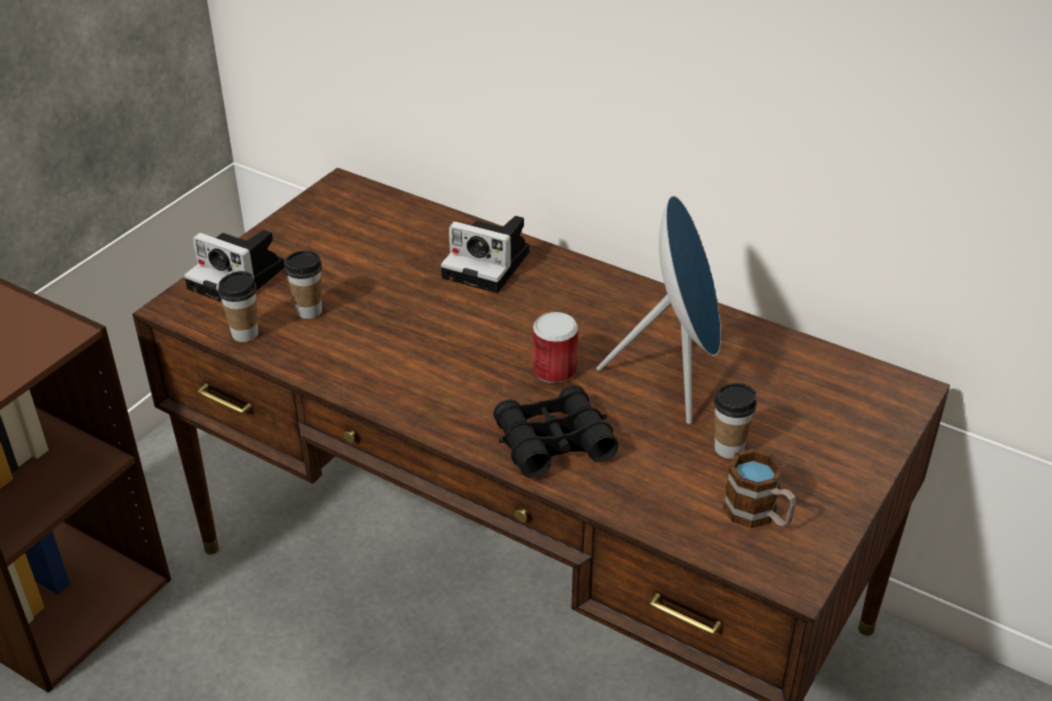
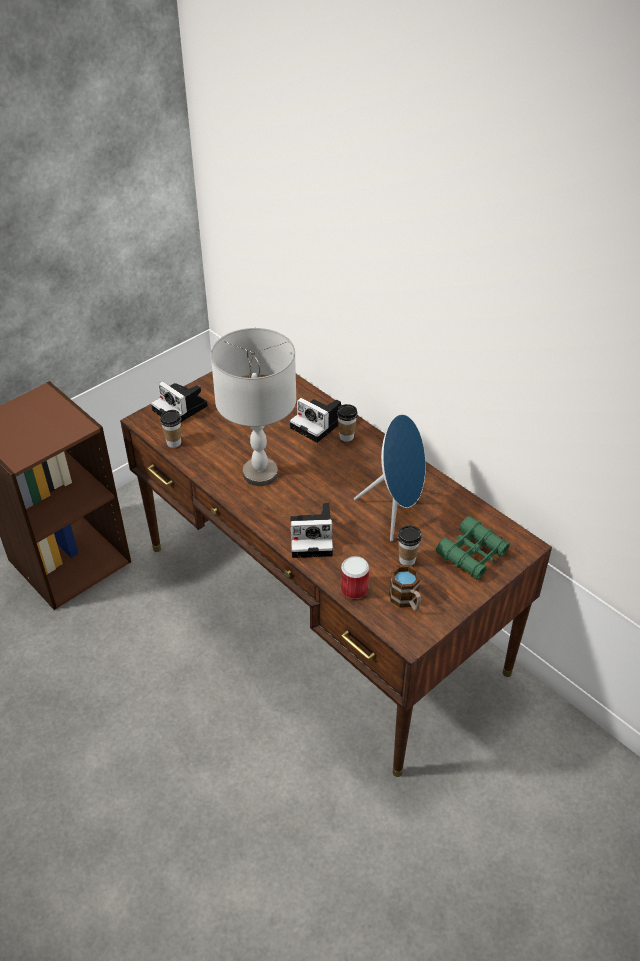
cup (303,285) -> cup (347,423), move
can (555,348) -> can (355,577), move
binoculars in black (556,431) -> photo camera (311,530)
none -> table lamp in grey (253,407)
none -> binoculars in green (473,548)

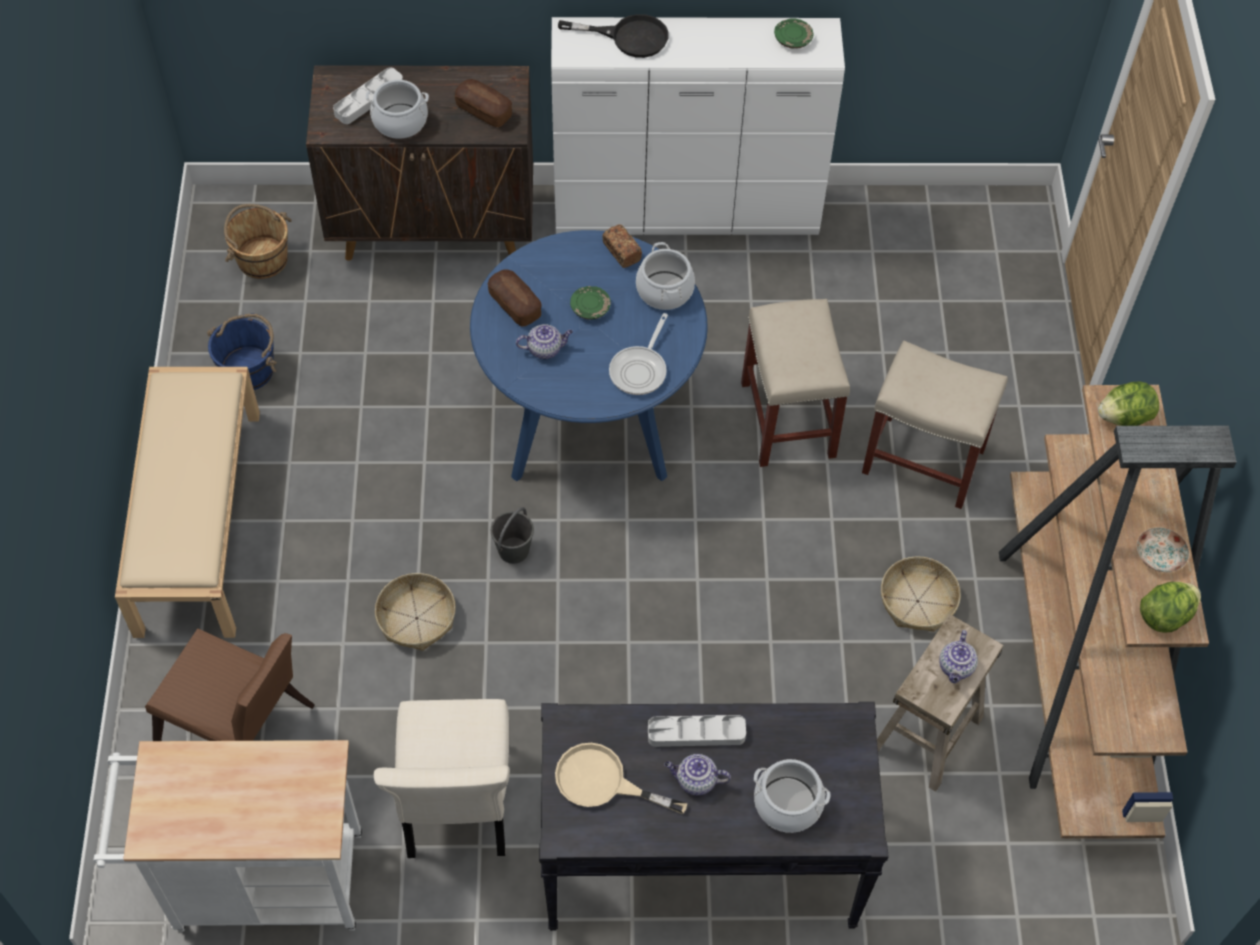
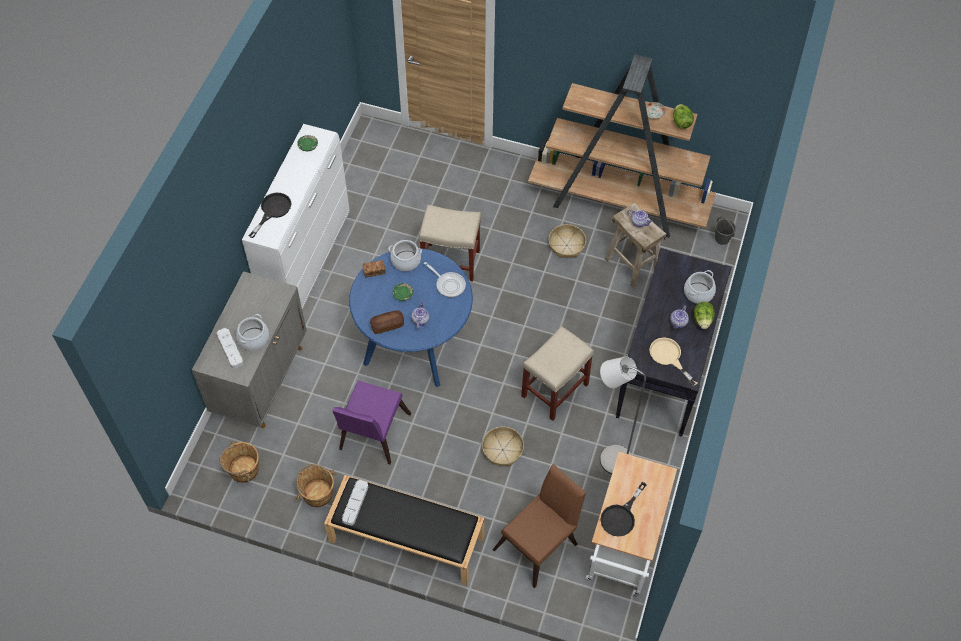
cabinet in brown (419,163) -> cabinet in grey (249,349)
bread (483,103) -> none
bucket in blue (242,352) -> bucket in brown (316,485)
stool in beige (935,425) -> stool in beige (557,373), move
bench in beige (187,502) -> bench in black (404,530)
lettuce (1128,403) -> lettuce (704,315), move
bucket in grey (512,535) -> bucket in grey (725,231), move
chair in beige (442,778) -> floor lamp in grey (623,415)
tray in grey (697,731) -> tray in grey (355,502), move
frying pan in beige (621,778) -> frying pan in beige (673,361), 105 degrees clockwise
none -> chair in purple (371,422)
none -> frying pan in black (623,509)

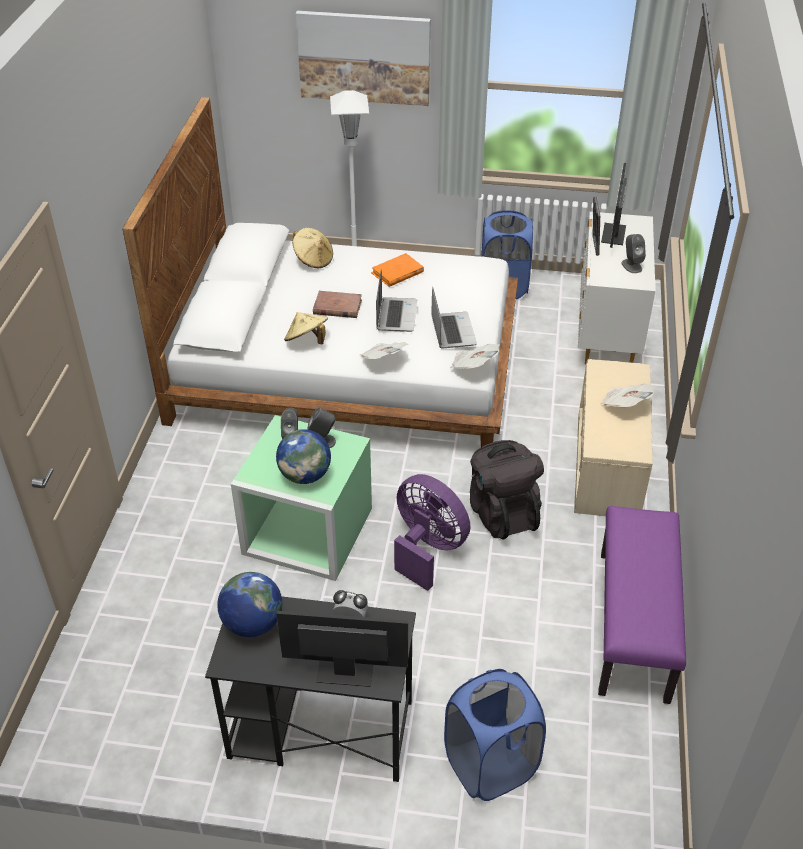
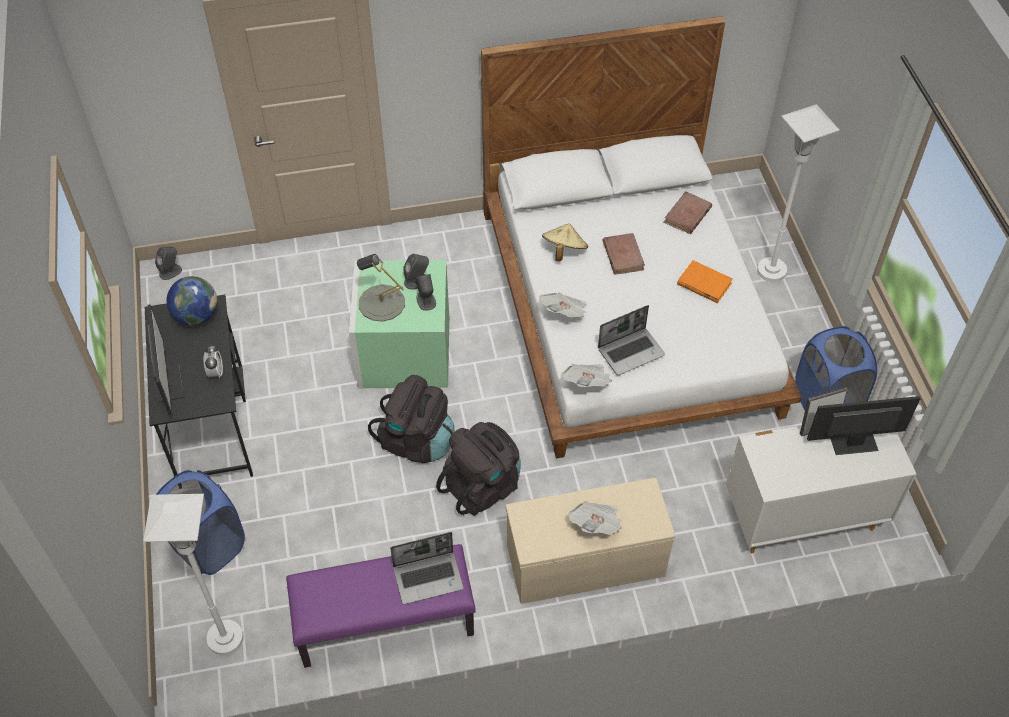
picture (363,58) -> none
hat in beige (313,248) -> book in brown (688,212)
speaker in grey (633,253) -> speaker in grey (168,263), move
laptop (396,301) -> laptop (427,568), move
globe (303,456) -> table lamp in grey (381,288)
fan in purple (432,532) -> backpack in black (411,419)
none -> floor lamp in white (193,574)

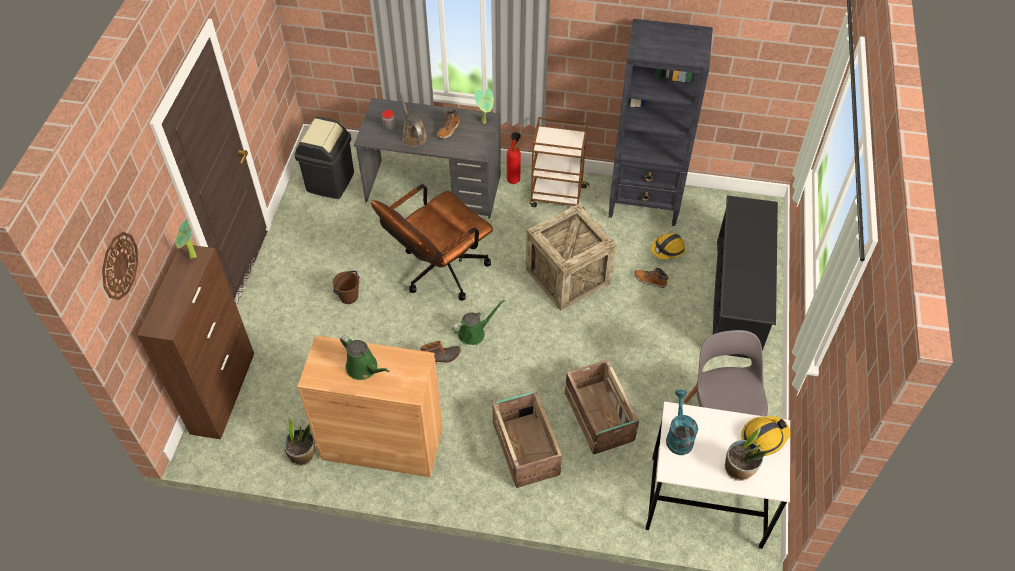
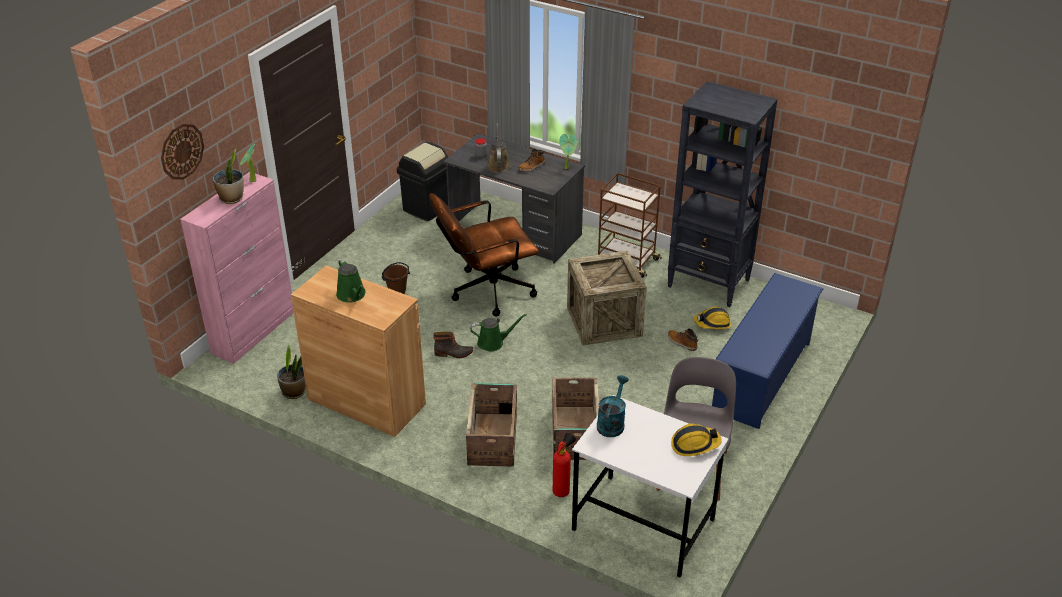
fire extinguisher (514,158) -> fire extinguisher (564,465), move
shoe rack in black (745,276) -> shoe rack in blue (767,351)
cabinet in brown (195,341) -> cabinet in pink (237,268)
potted plant (746,454) -> potted plant (228,176), move

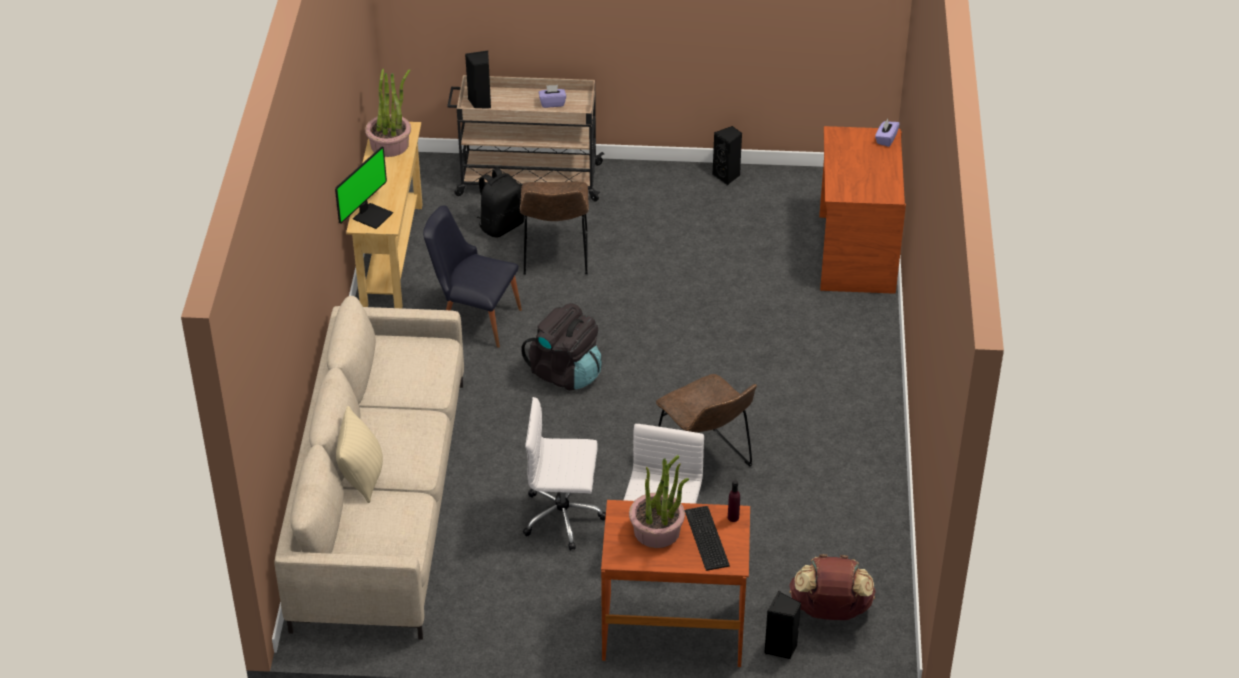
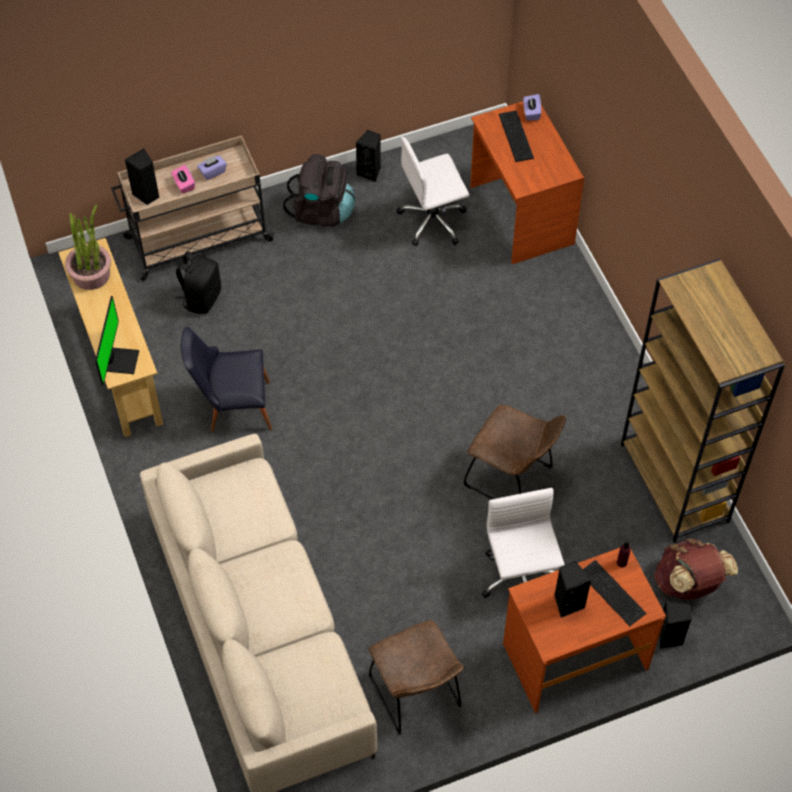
chair in brown (554,228) -> chair in brown (416,677), move
backpack in black (561,346) -> backpack in black (319,190), move
office chair in white (564,474) -> office chair in white (433,191), move
pillow in beige (359,454) -> none
potted plant (659,501) -> speaker in black (572,589)
none -> keyboard (516,136)
none -> tissue box in pink (183,179)
none -> bookcase in brown (703,400)

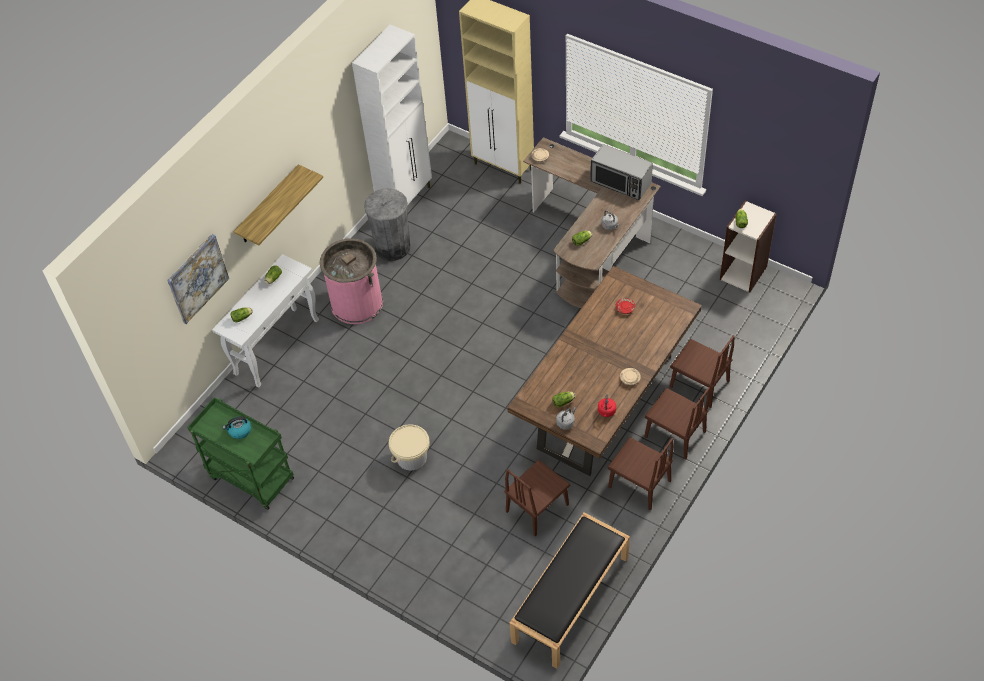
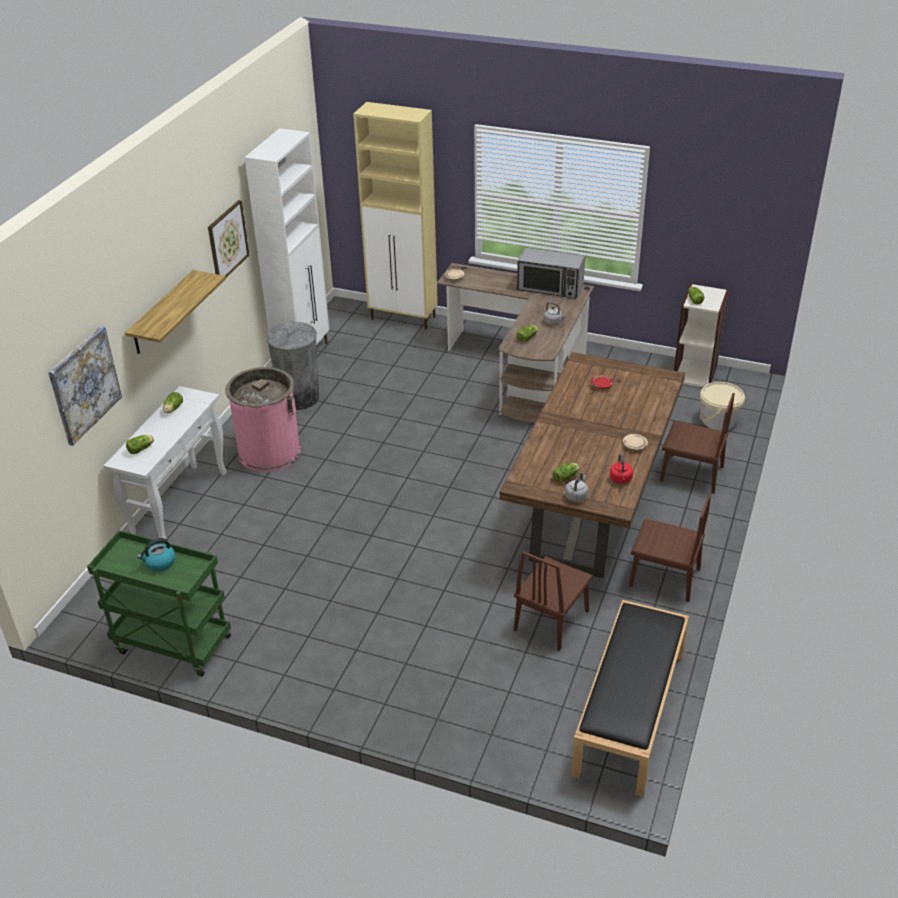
chair in brown (677,423) -> none
bucket in beige (409,447) -> bucket in beige (722,406), move
none -> picture (228,239)

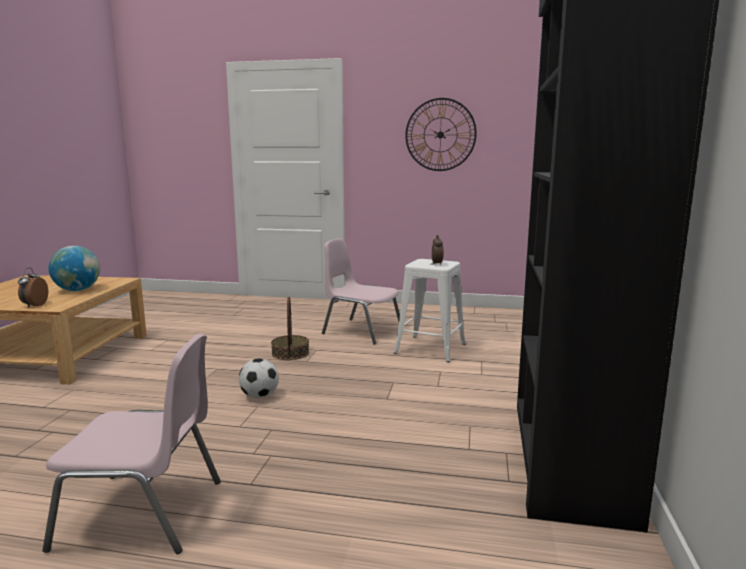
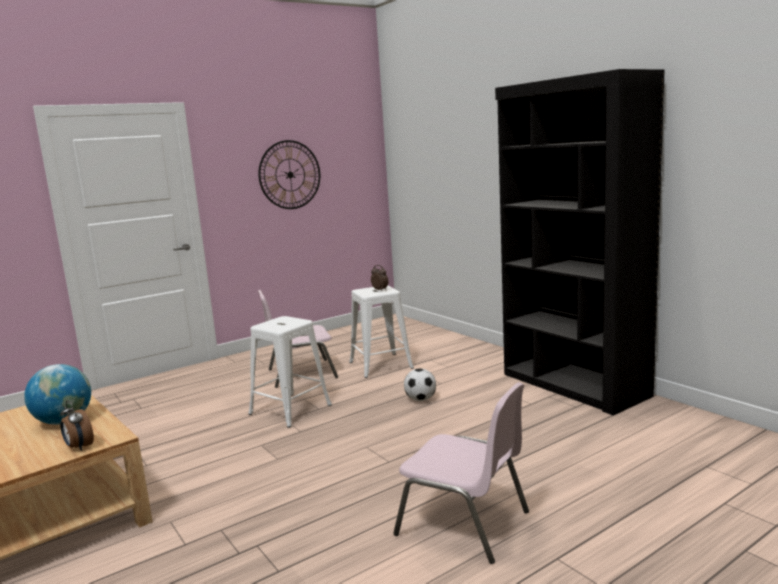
basket (290,328) -> stool in white (290,372)
chair in pink (131,444) -> chair in pink (461,473), 75 degrees clockwise
football (259,378) -> football (420,384), move

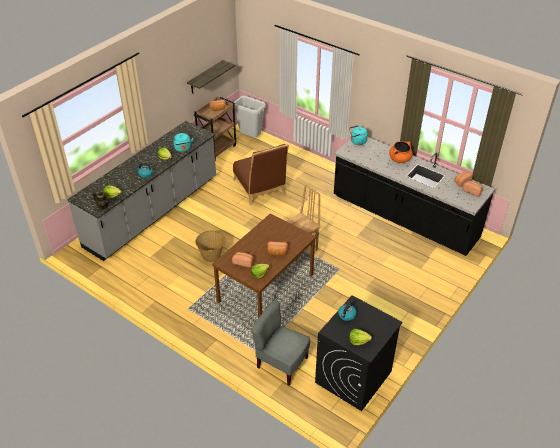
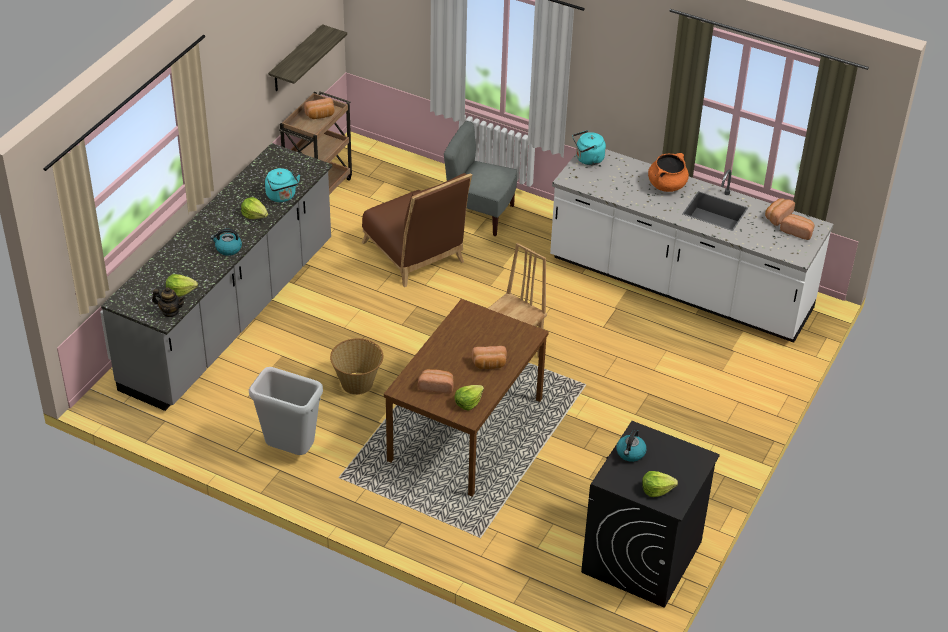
trash can in grey (250,116) -> trash can in grey (286,411), move
counter in black (414,196) -> counter in white (692,246)
chair in grey (280,343) -> chair in grey (480,178), move

